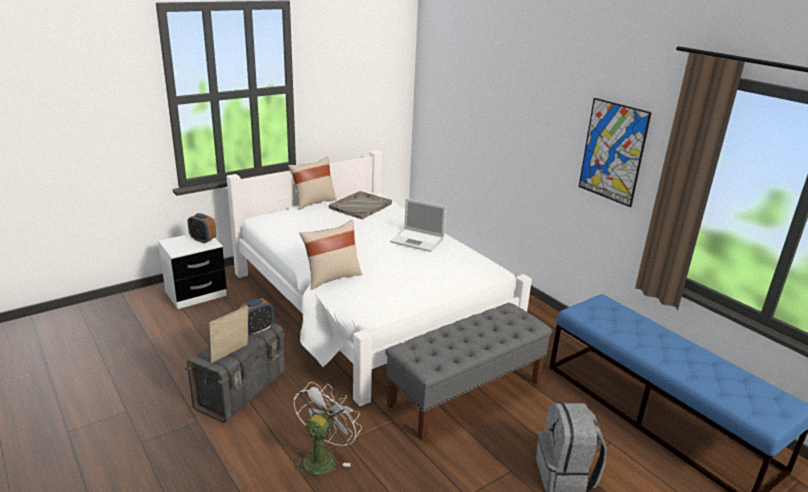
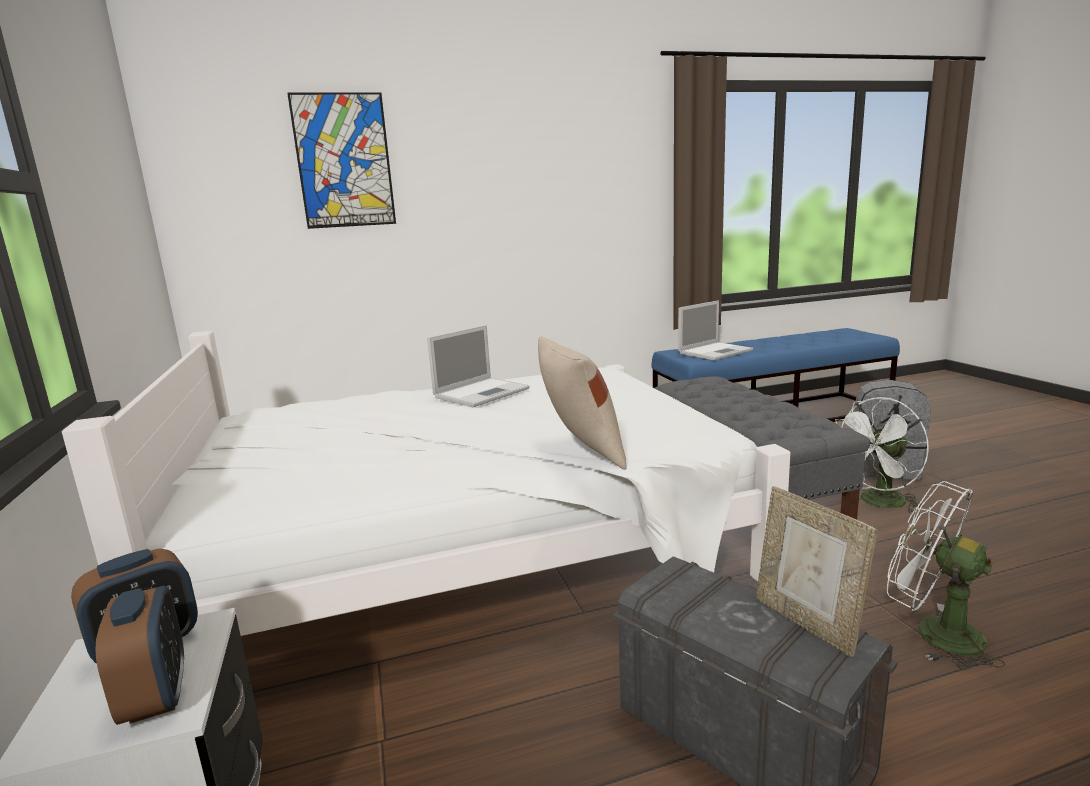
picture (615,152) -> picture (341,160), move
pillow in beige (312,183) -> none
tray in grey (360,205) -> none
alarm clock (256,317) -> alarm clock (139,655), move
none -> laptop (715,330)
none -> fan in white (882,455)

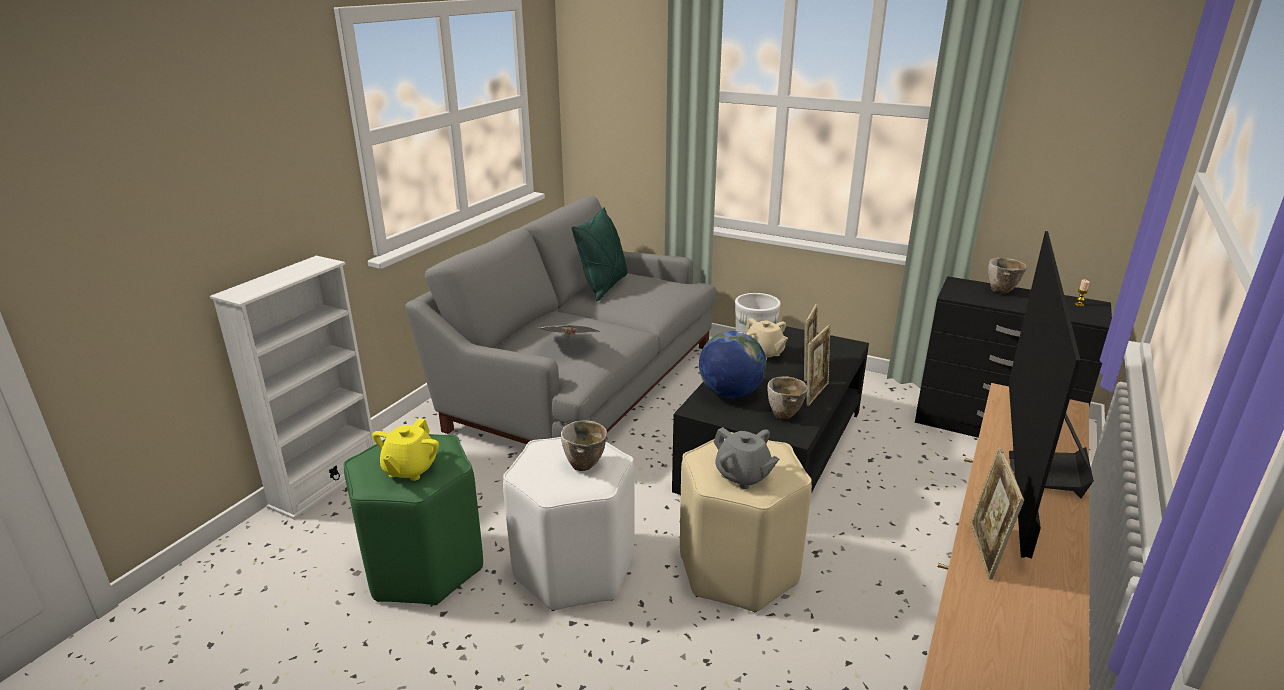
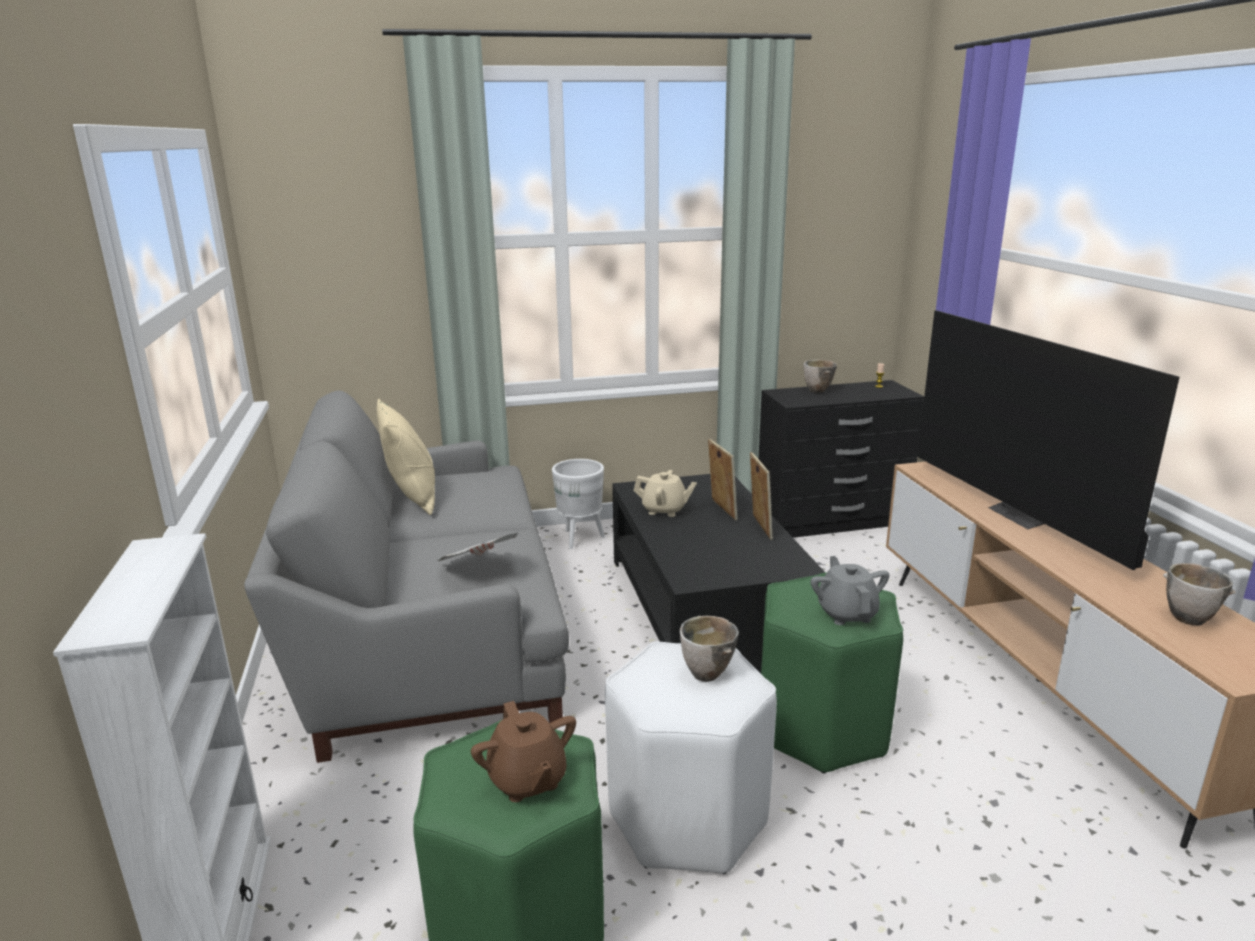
pillow in green (599,254) -> pillow in beige (406,457)
globe (733,364) -> none
bowl (788,398) -> bowl (1199,594), move
teapot in yellow (405,449) -> teapot in brown (523,751)
teapot in grey (747,458) -> teapot in grey (850,590), 105 degrees counterclockwise
stool in beige (746,522) -> stool in green (832,673)
picture frame (997,513) -> none

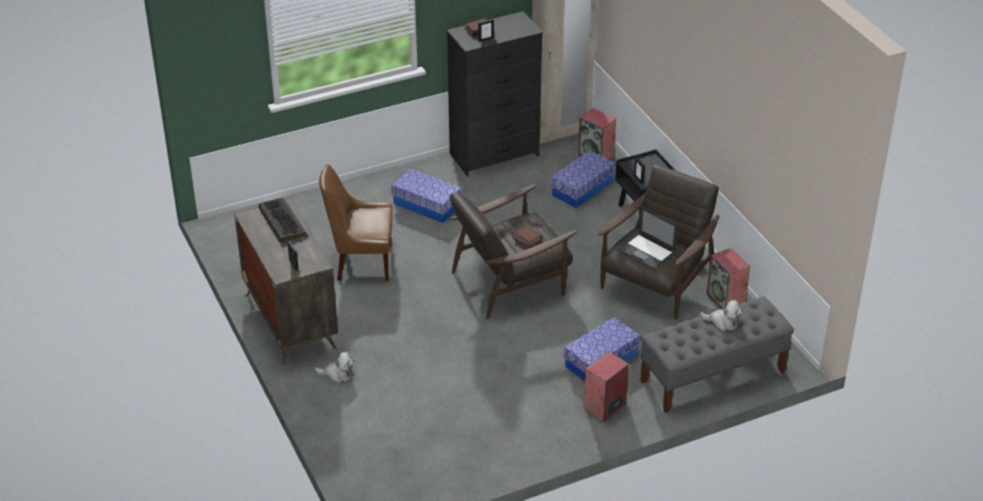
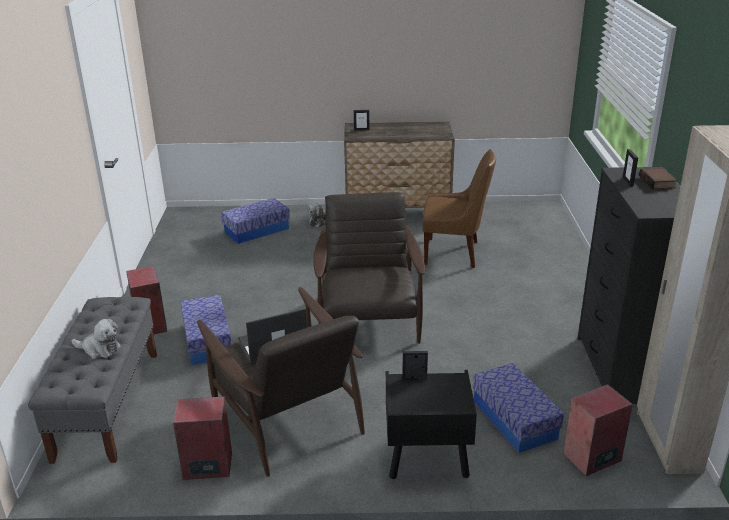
chair in brown (355,222) -> chair in brown (459,208), 75 degrees clockwise
storage box (426,195) -> storage box (255,221), move
keyboard (282,220) -> none
book (527,236) -> none
plush toy (721,315) -> plush toy (96,339), 120 degrees counterclockwise

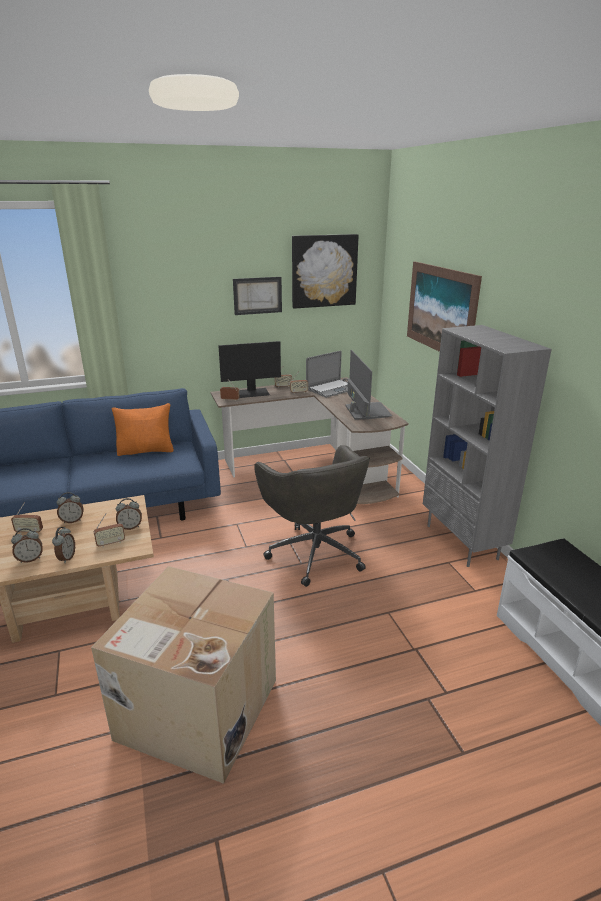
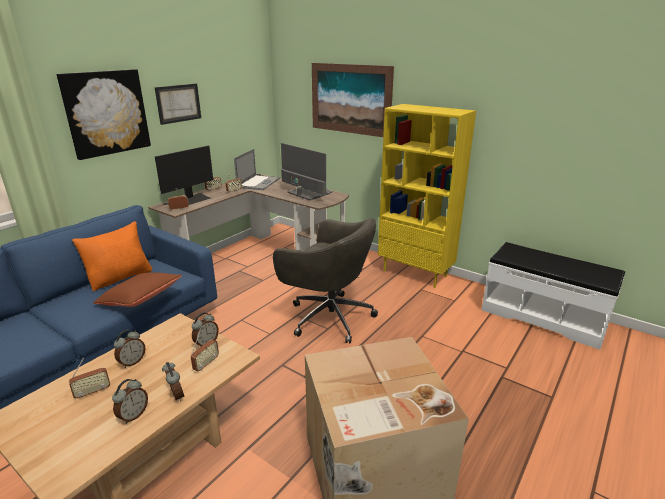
picture (325,271) -> picture (104,114), move
bookcase in grey (487,446) -> bookcase in yellow (427,196)
none -> pillow in brown (137,290)

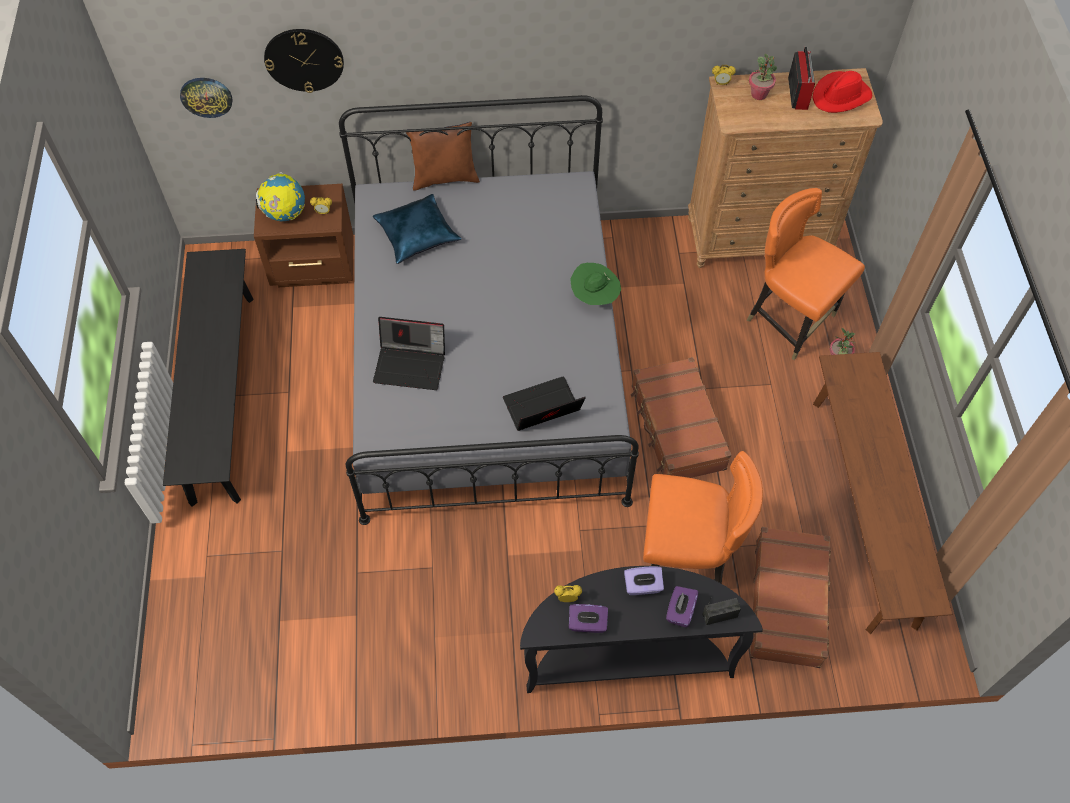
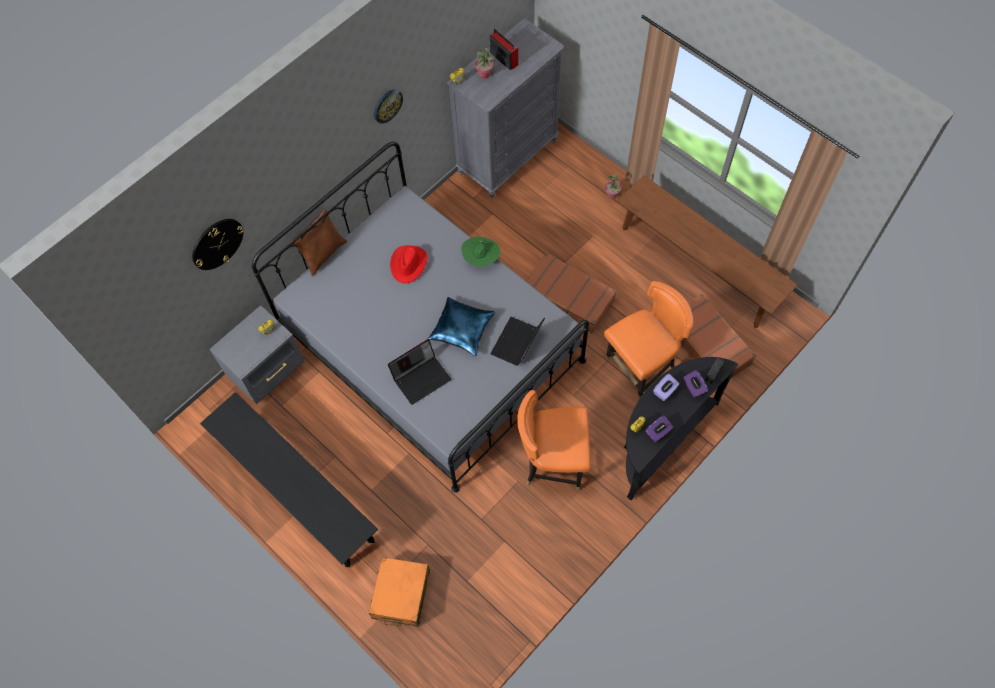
dresser in brown (785,168) -> dresser in grey (505,108)
hat in red (842,92) -> hat in red (409,264), move
wall clock (206,98) -> wall clock (388,106), move
globe (280,197) -> none
nightstand in brown (303,235) -> nightstand in grey (257,354)
chair in orange (806,274) -> chair in orange (554,440), move
pillow in blue (417,229) -> pillow in blue (462,326), move
none -> suitcase in orange (399,592)

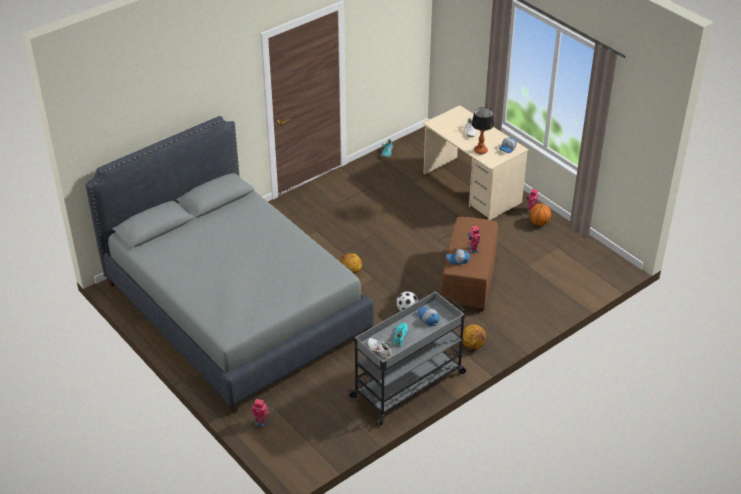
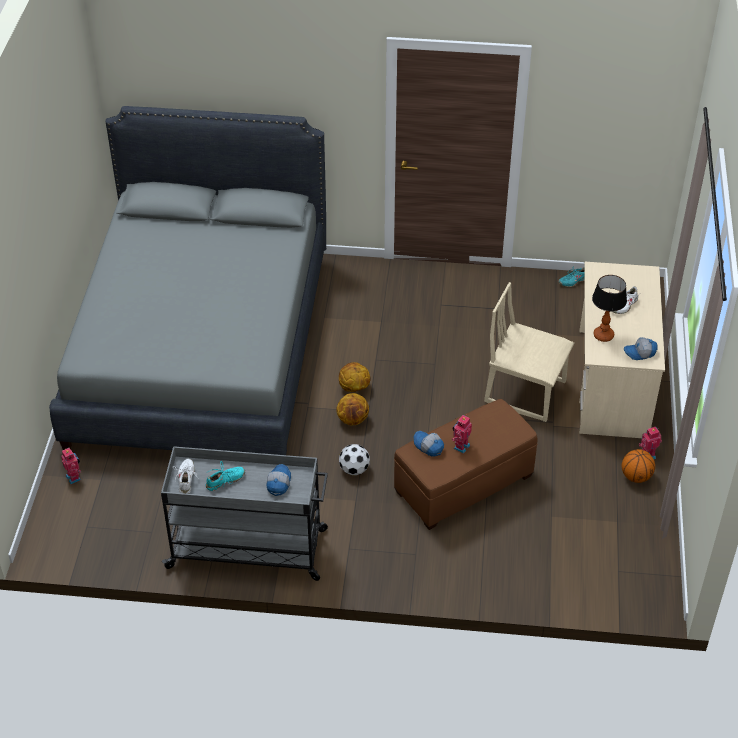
basketball (474,337) -> basketball (352,409), move
none -> chair in beige (529,352)

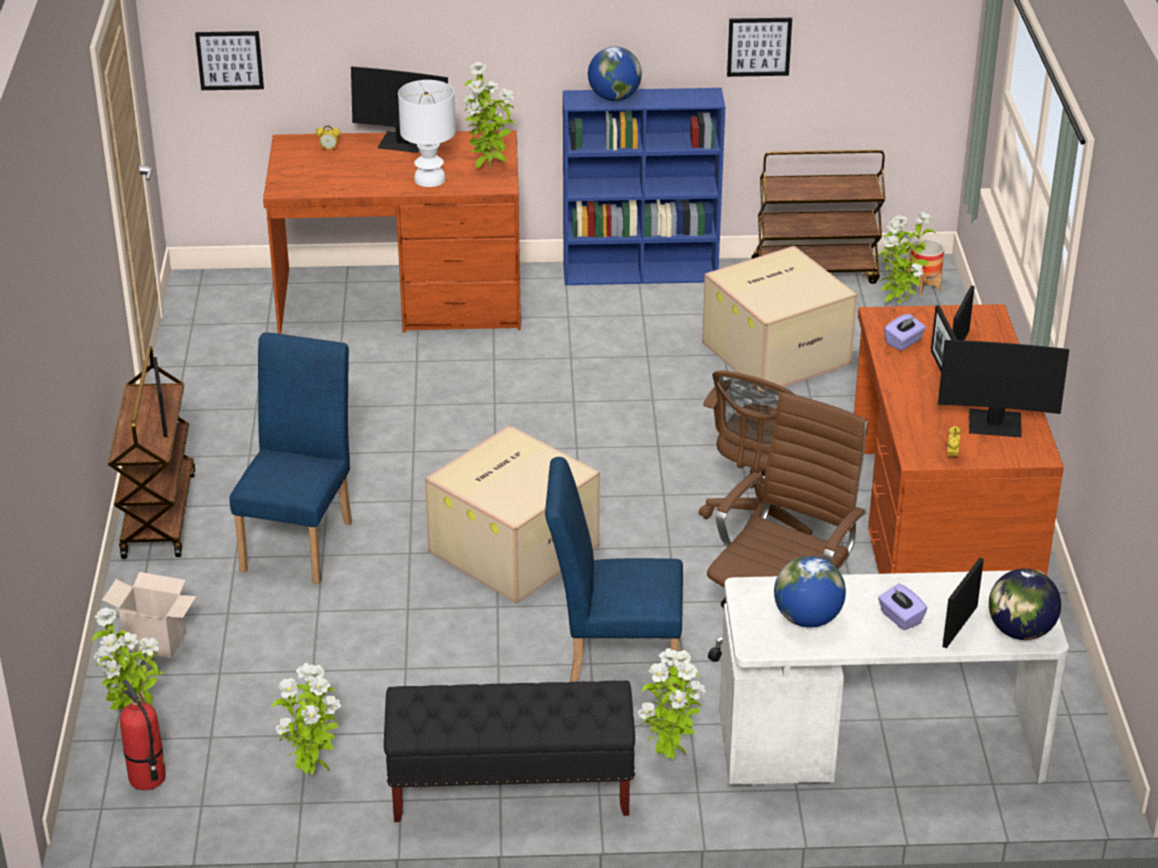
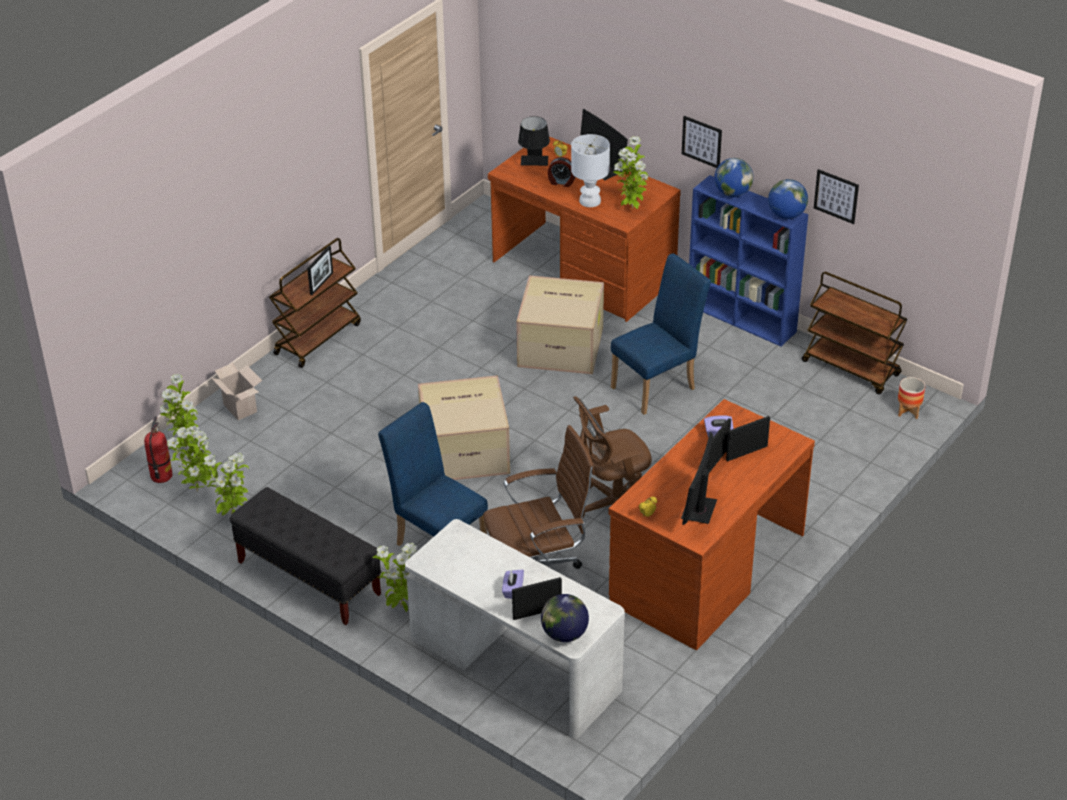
picture (229,60) -> picture (702,142), move
potted plant (907,259) -> potted plant (190,458), move
cardboard box (779,319) -> cardboard box (560,324), move
chair in blue (290,458) -> chair in blue (661,334), move
monitor (1003,388) -> monitor (699,478), 60 degrees clockwise
globe (810,592) -> globe (788,199), move
none -> table lamp in black (534,141)
none -> alarm clock (561,172)

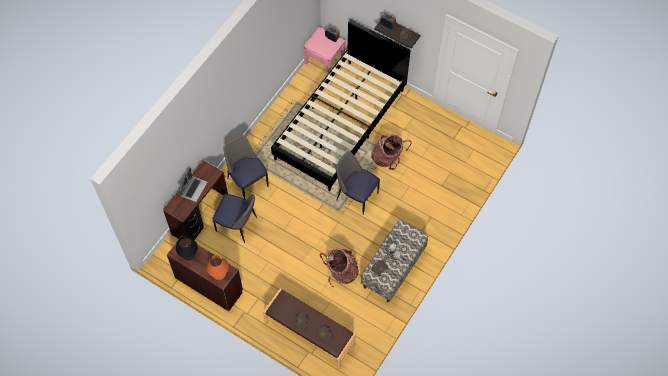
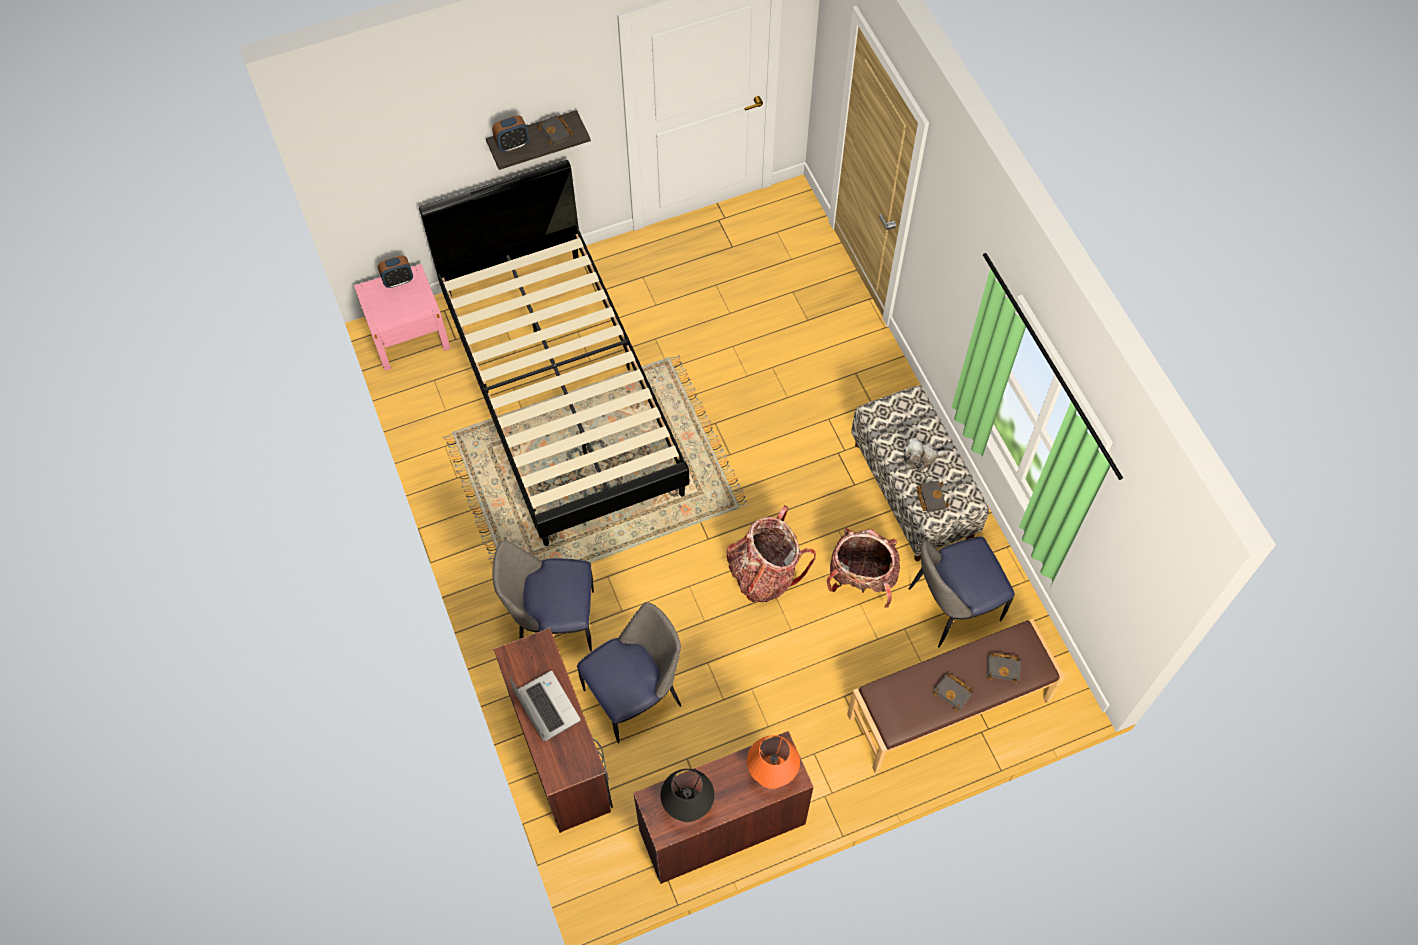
backpack (391,152) -> backpack (771,553), move
chair (358,183) -> chair (962,591), move

